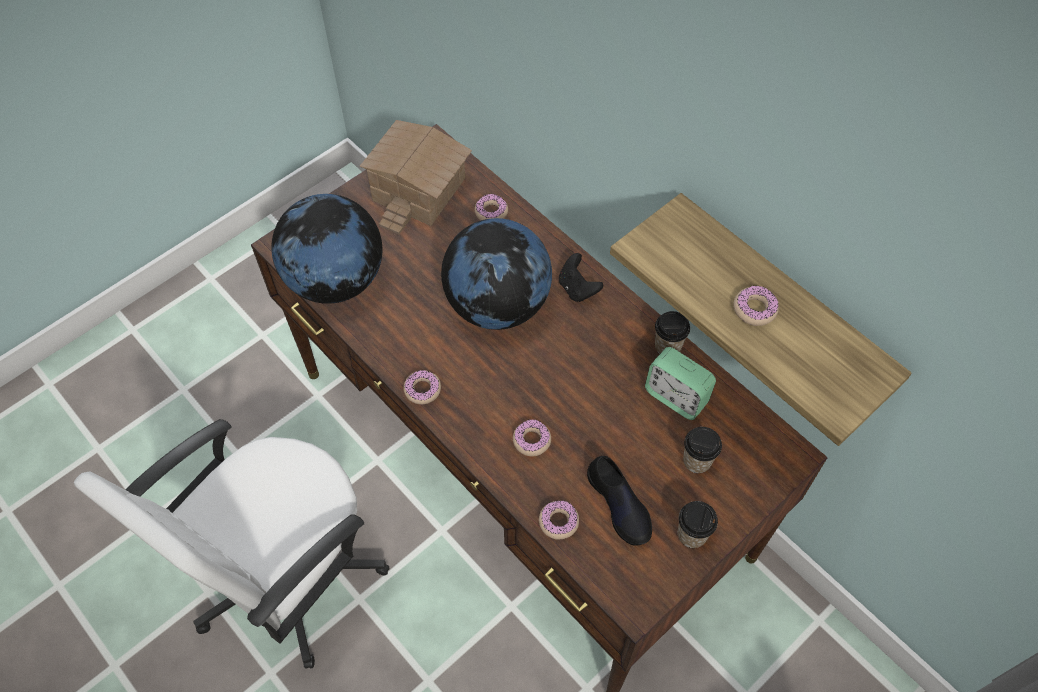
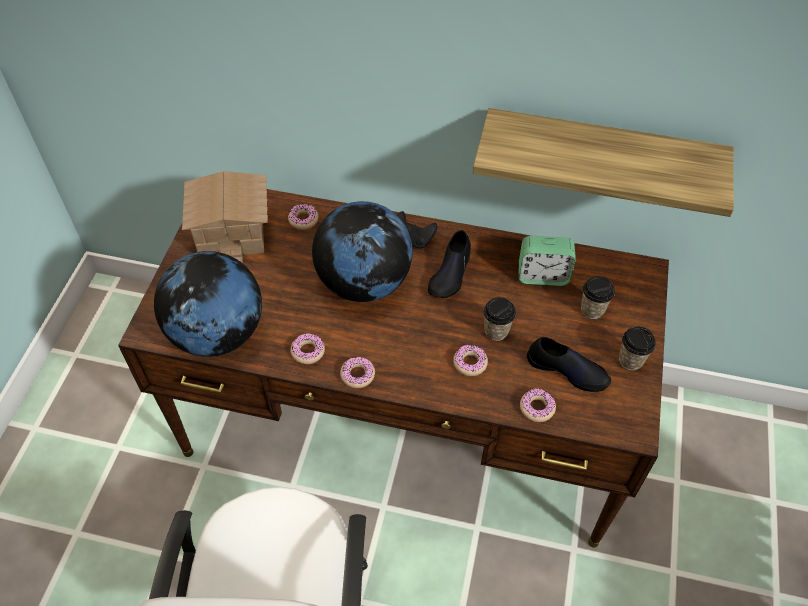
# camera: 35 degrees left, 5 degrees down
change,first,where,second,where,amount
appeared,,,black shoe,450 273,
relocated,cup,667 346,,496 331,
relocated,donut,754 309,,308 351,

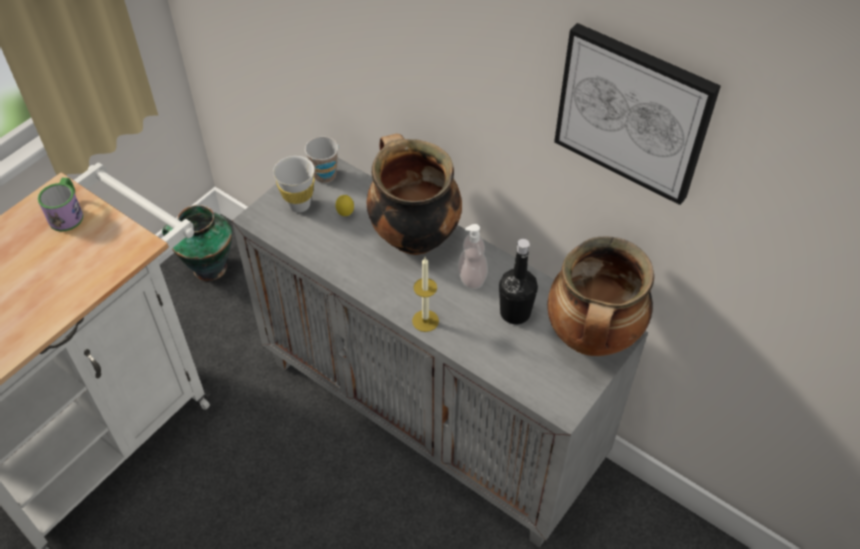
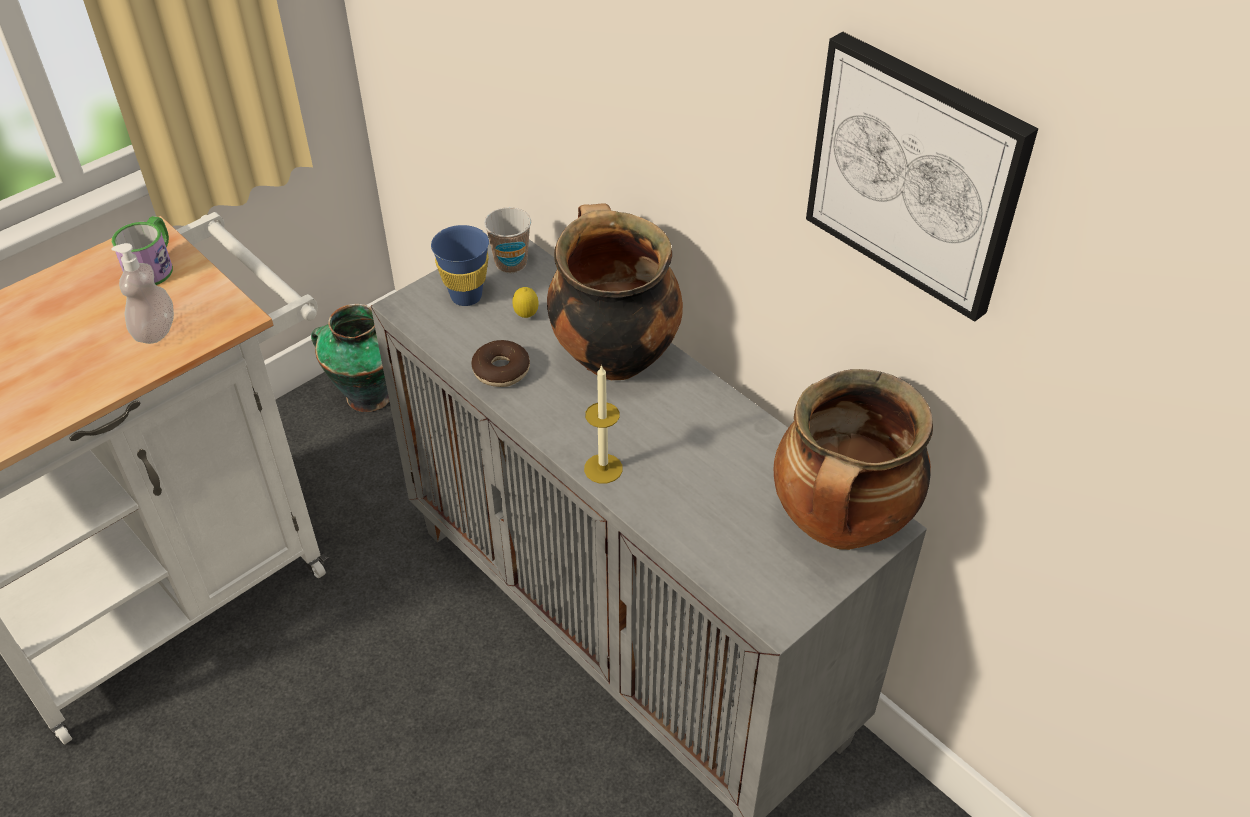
# camera: 10 degrees right, 5 degrees down
change,first,where,second,where,amount
missing,black bottle,515 313,,,
appeared,,,donut,501 370,
relocated,soap dispenser,472 278,,155 331,
colour,white cup,299 205,blue cup,466 296,

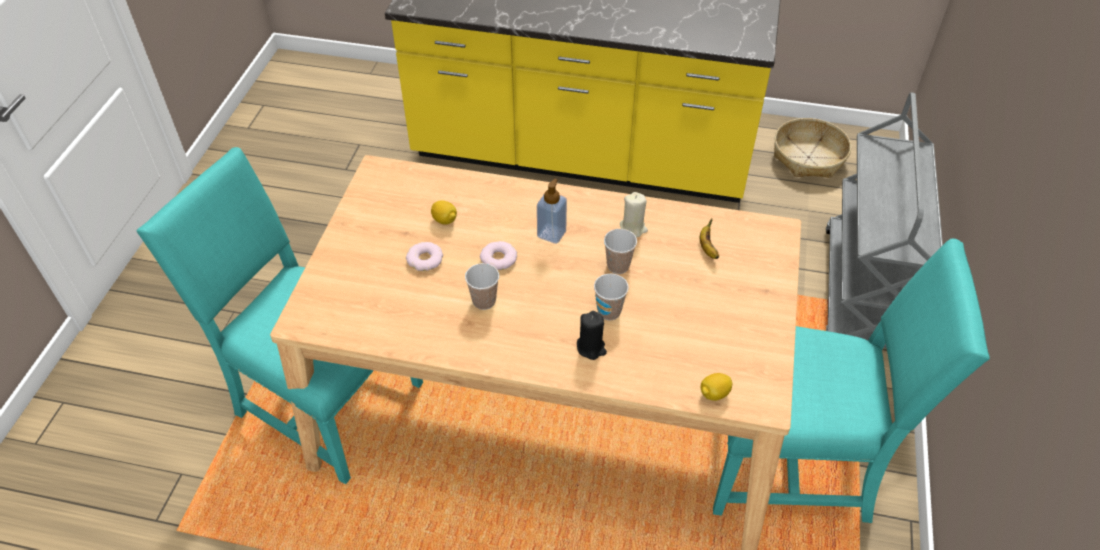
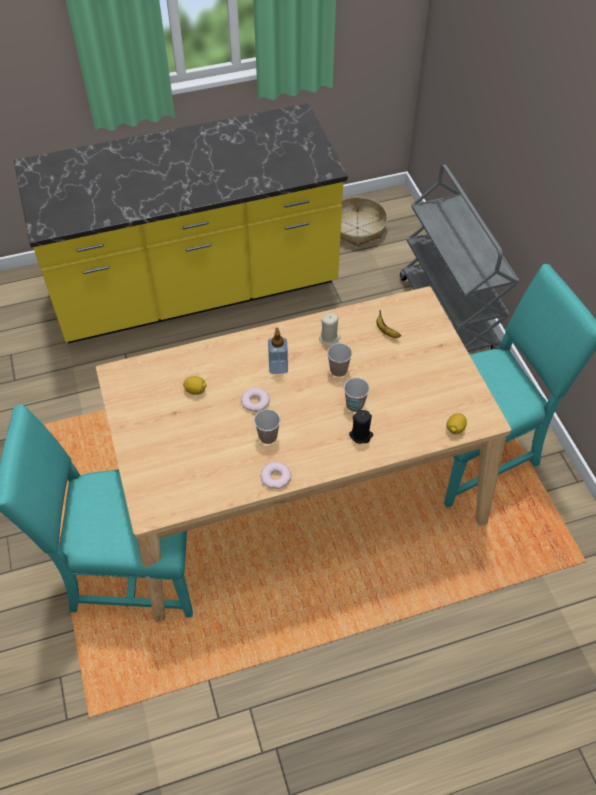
# camera: 30 degrees left, 5 degrees up
change,first,where,second,where,amount
relocated,donut,425 259,,276 477,

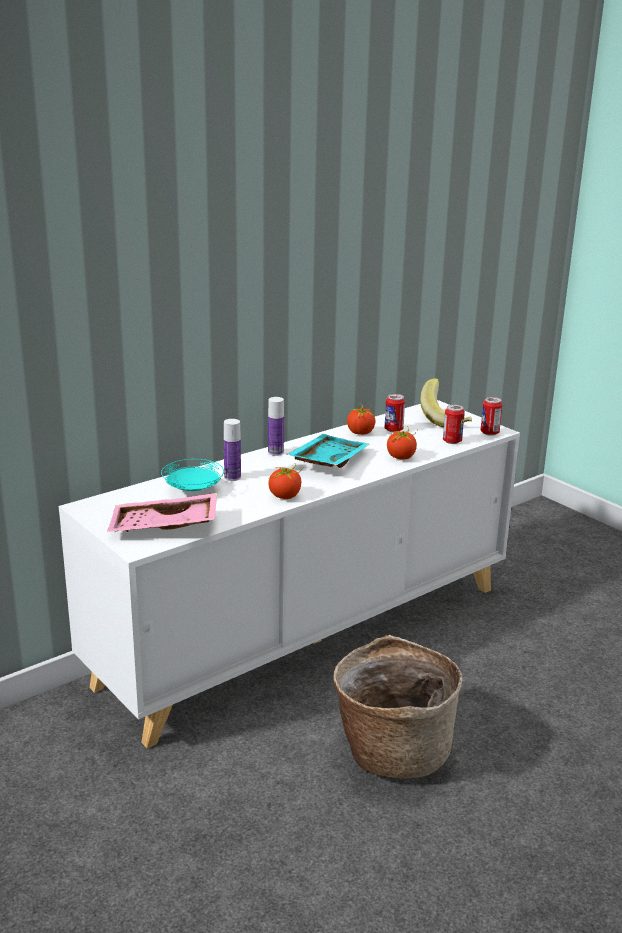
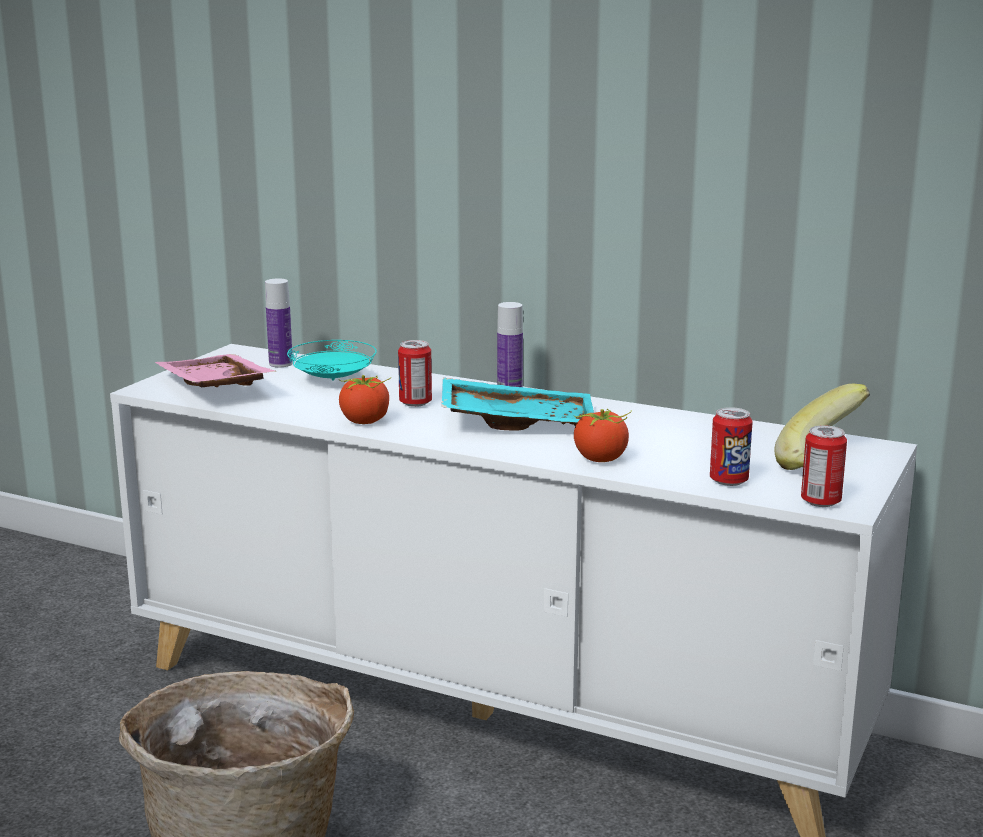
# camera: 65 degrees right, 5 degrees down
change,first,where,second,where,amount
missing,tomato,360 433,,,
relocated,bottle,232 477,,280 364,
relocated,can,393 430,,415 403,

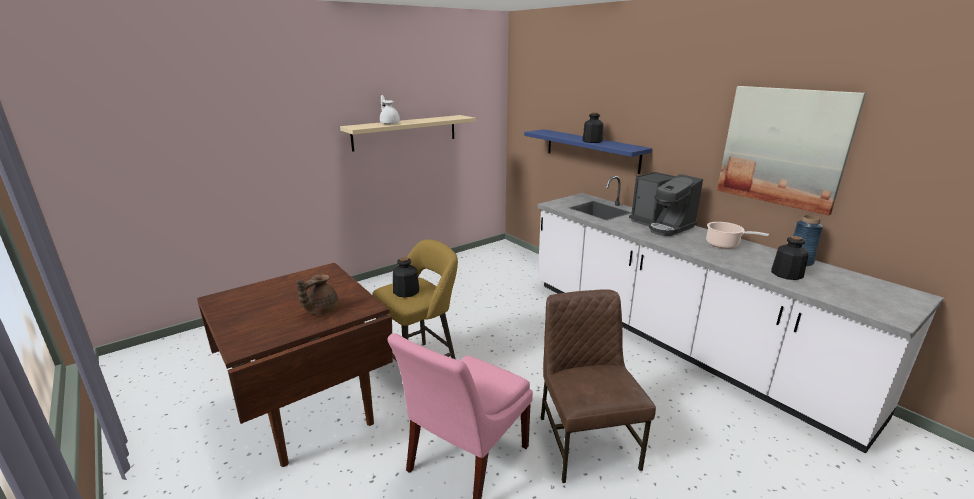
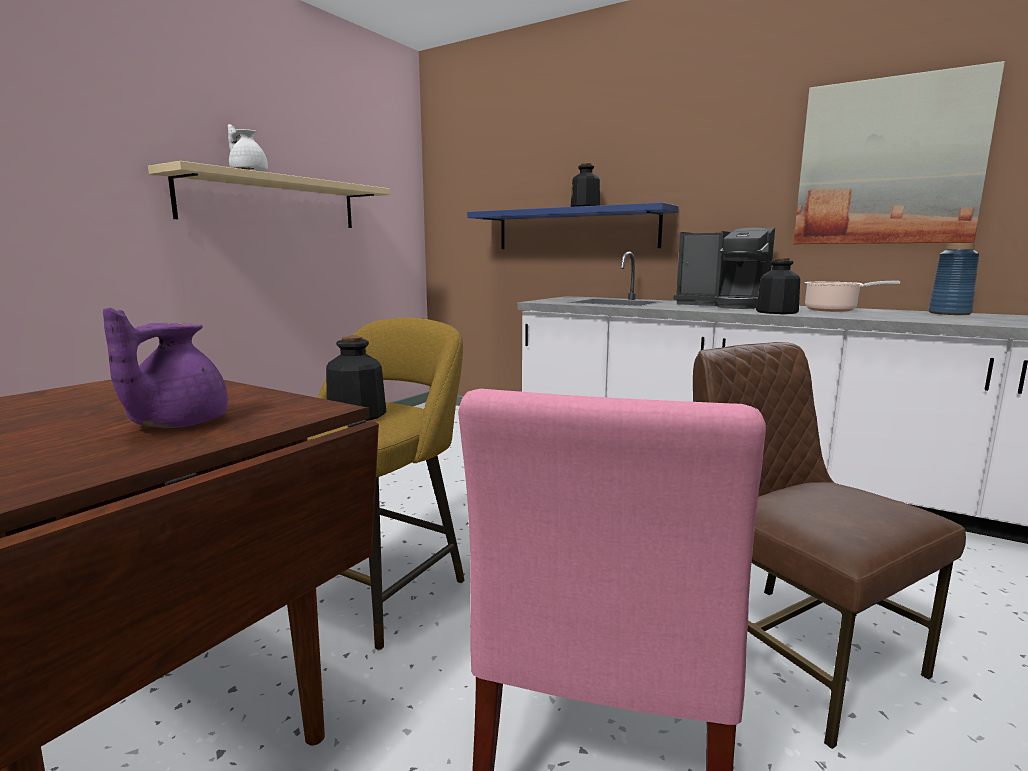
# camera: 20 degrees left, 10 degrees down
change,first,where,second,where,amount
relocated,bottle,786 274,,776 312,
colour,brown teapot,321 310,purple teapot,175 424,

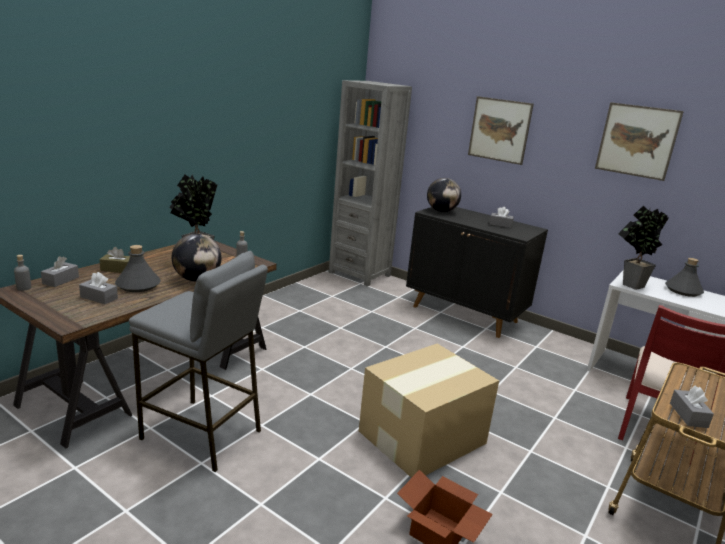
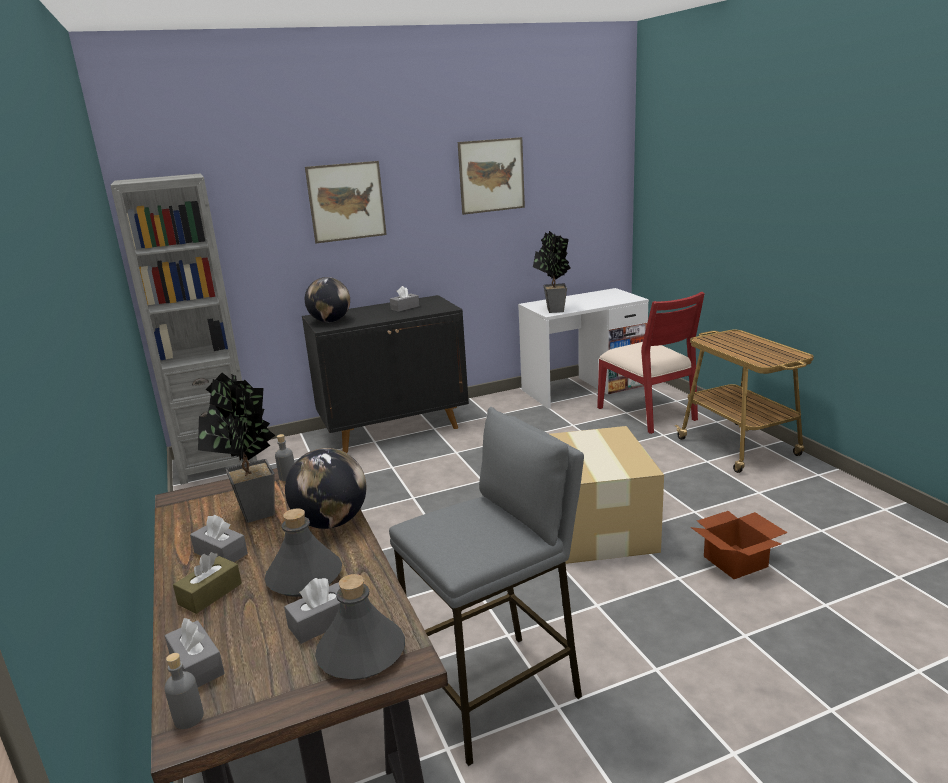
# camera: 55 degrees left, 0 degrees up
change,first,where,second,where,amount
relocated,grey bottle,683 291,,362 654,
relocated,grey tissue box,688 415,,221 553,

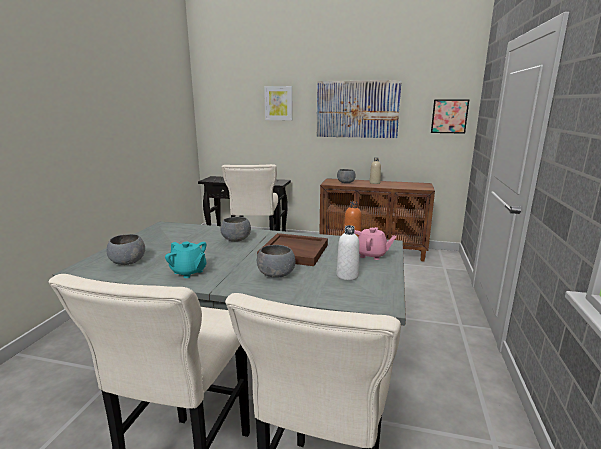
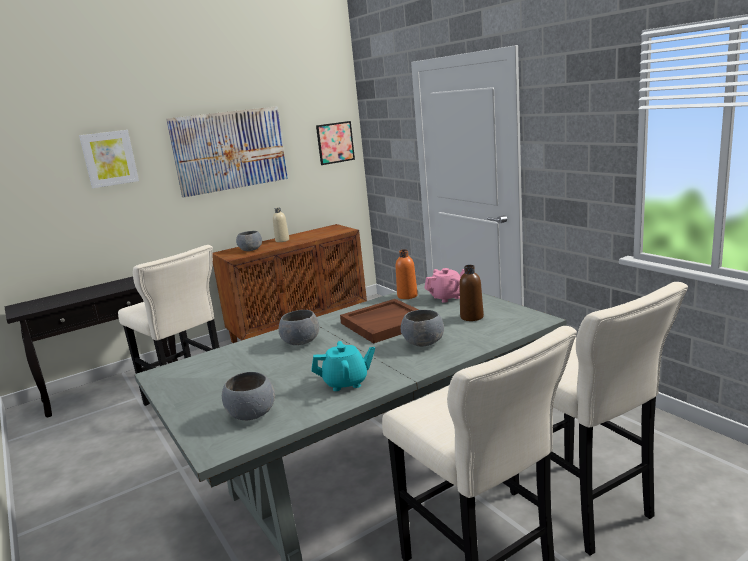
# camera: 45 degrees left, 0 degrees up
change,first,where,second,where,amount
colour,white bottle,347 275,brown bottle,471 317,

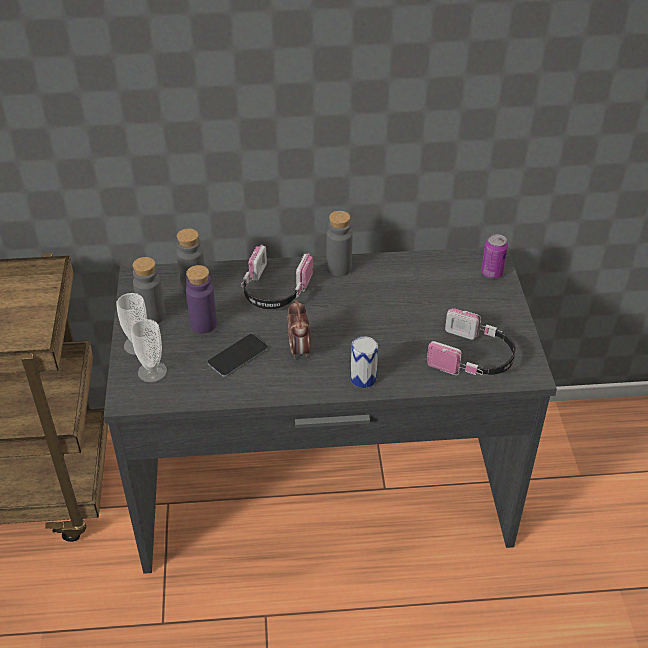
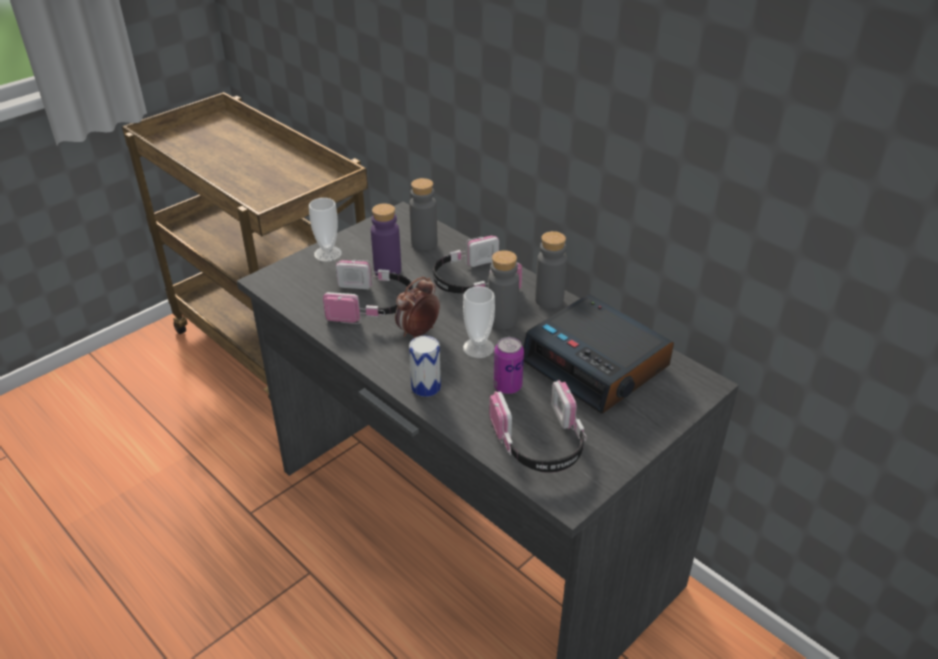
# camera: 50 degrees right, 5 degrees down
change,first,where,second,where,amount
appeared,,,alarm clock,597 364,
relocated,cup,152 371,,478 348,
relocated,grey bottle,152 316,,502 320,
relocated,can,492 273,,507 386,
exchanged,phone,238 355,headphones,372 305,

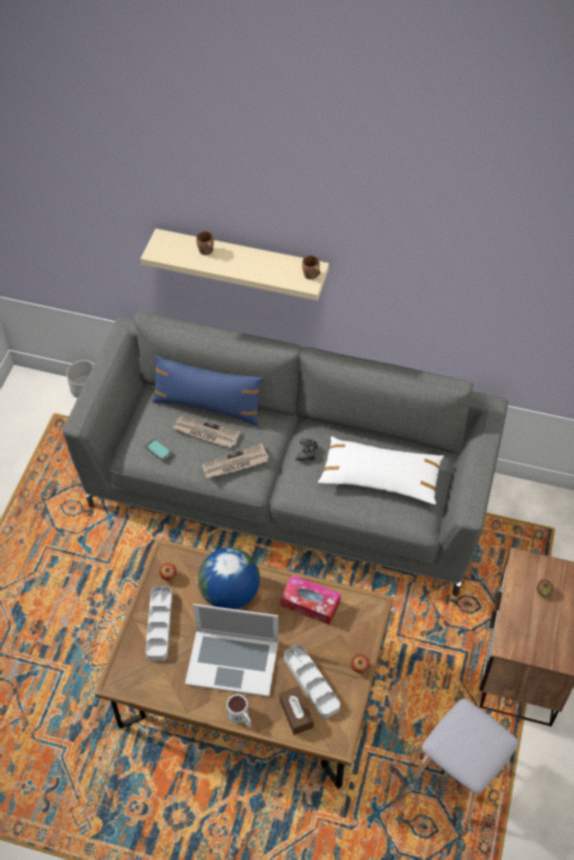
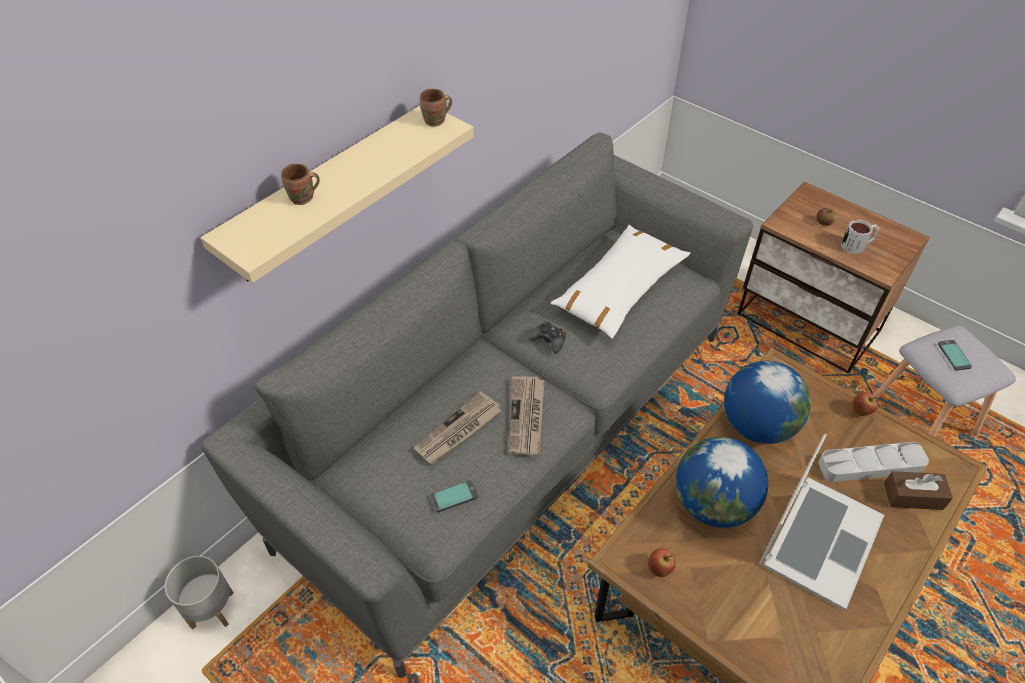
# camera: 65 degrees left, 5 degrees down
change,first,where,second,where,amount
missing,grey tray,159 625,,,
missing,blue pillow,208 406,,,
appeared,,,phone,953 355,
relocated,mug,241 717,,857 245,
exchanged,tissue box,310 604,globe,757 425,

